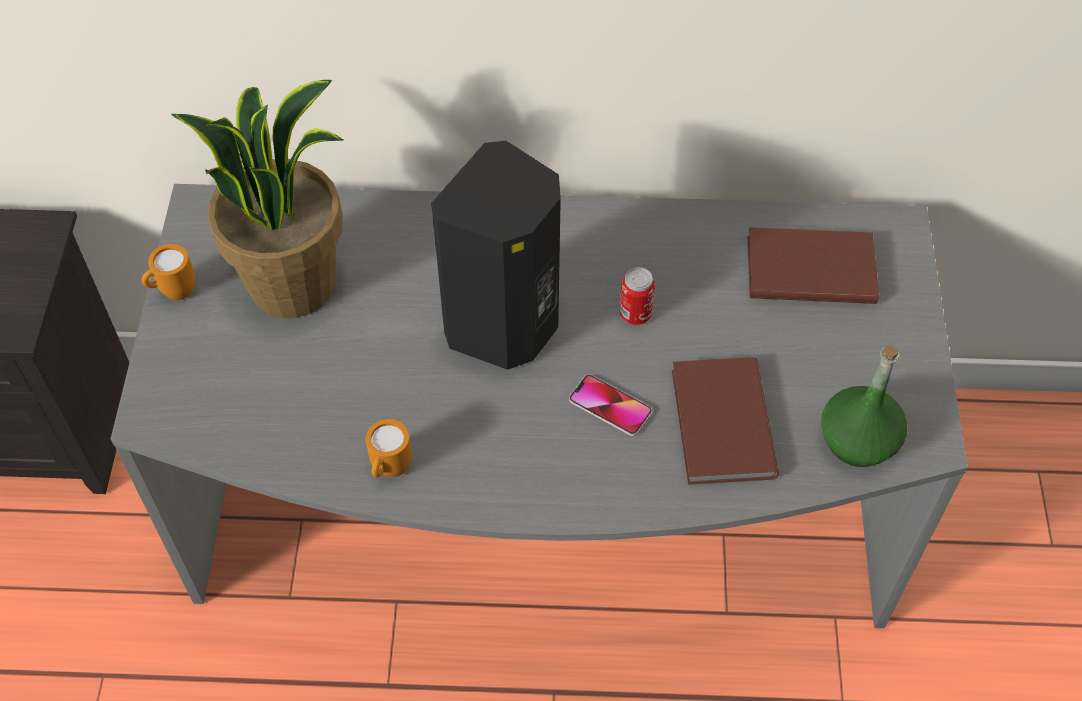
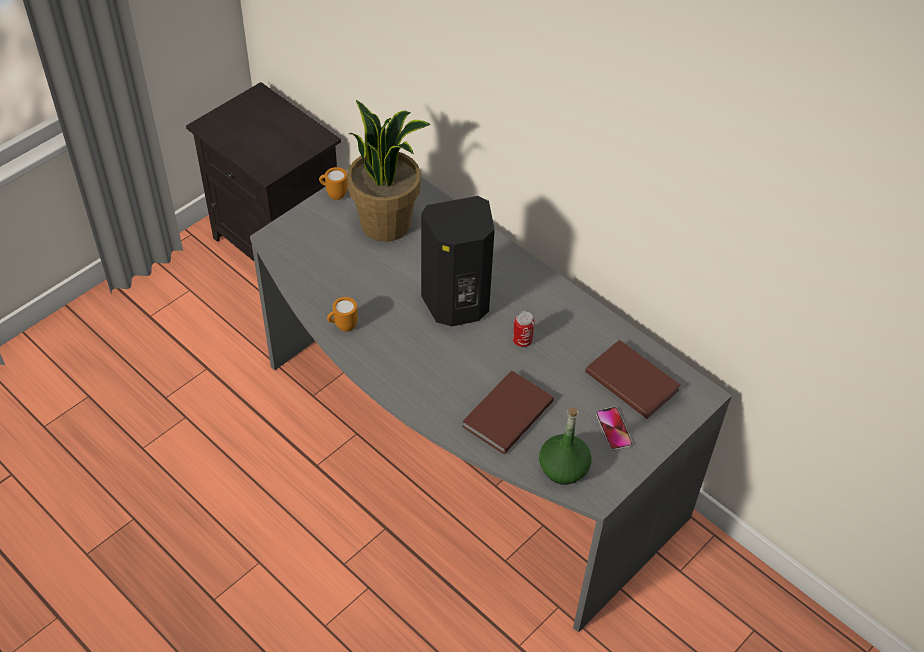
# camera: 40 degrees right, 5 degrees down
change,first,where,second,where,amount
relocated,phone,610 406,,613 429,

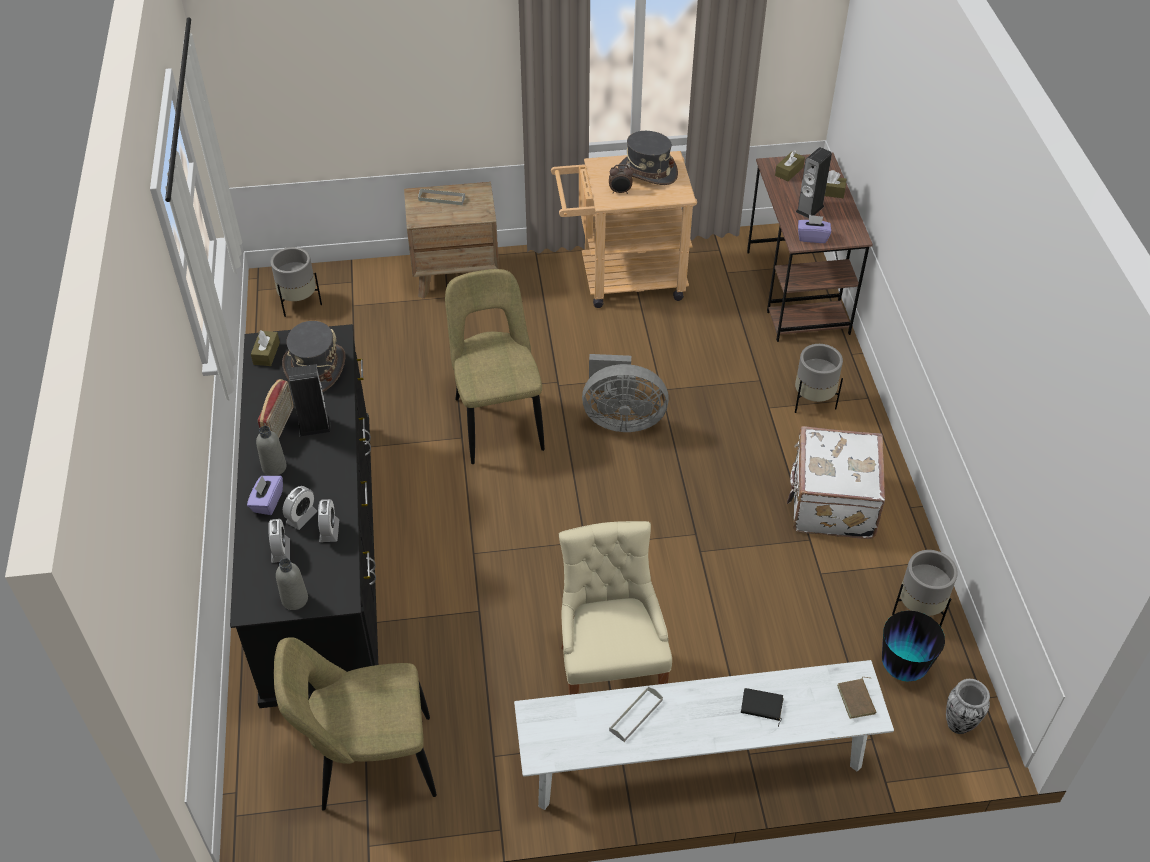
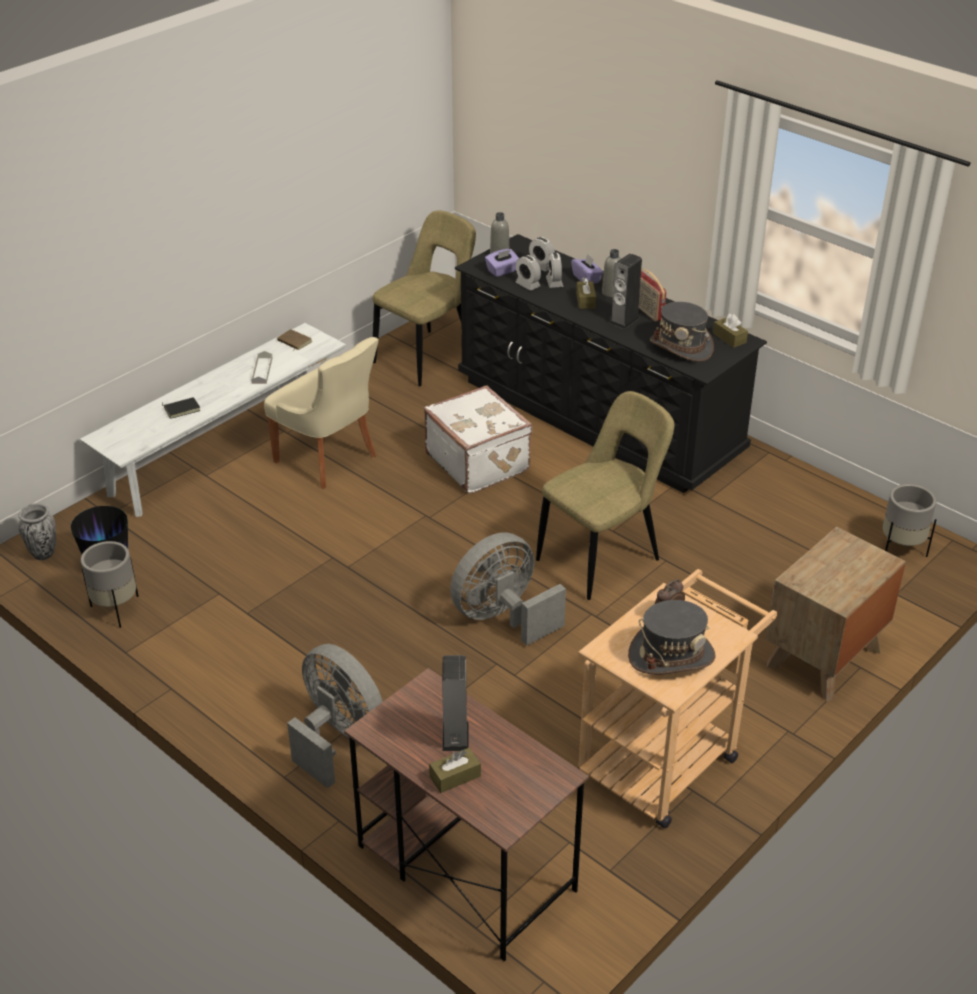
# camera: 140 degrees right, 10 degrees down
change,first,where,second,where,amount
missing,grey tray,442 198,,,
relocated,brown tissue box,789 171,,585 300,
relocated,white suitcase,830 503,,479 462,
relocated,purple tissue box,812 237,,502 271,
relocated,brown book,857 700,,293 342,
exchanged,grey planter,813 402,grey fan,338 738,
spun,beige chair,497 420,,602 558,75 degrees counterclockwise

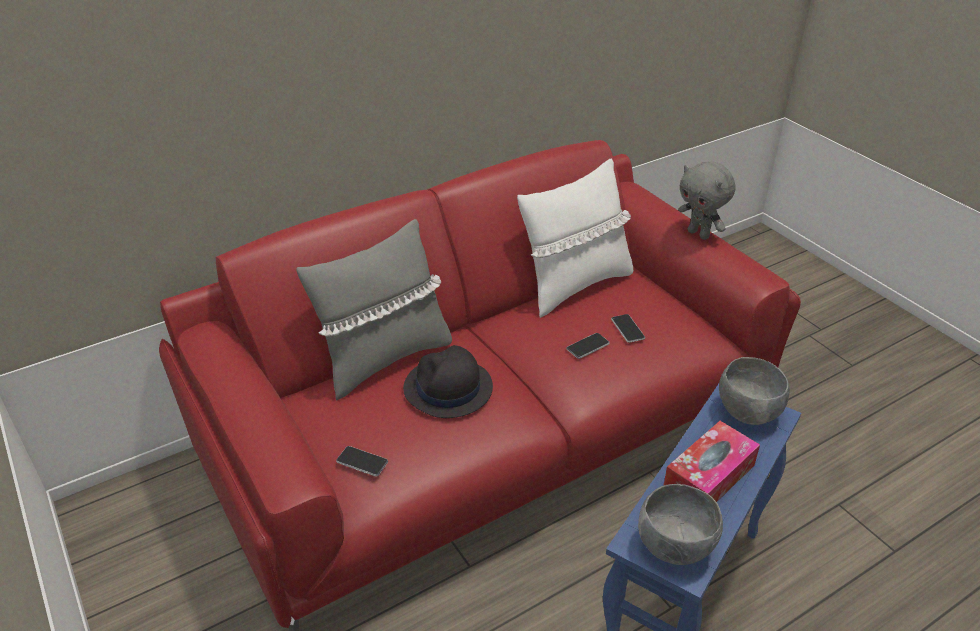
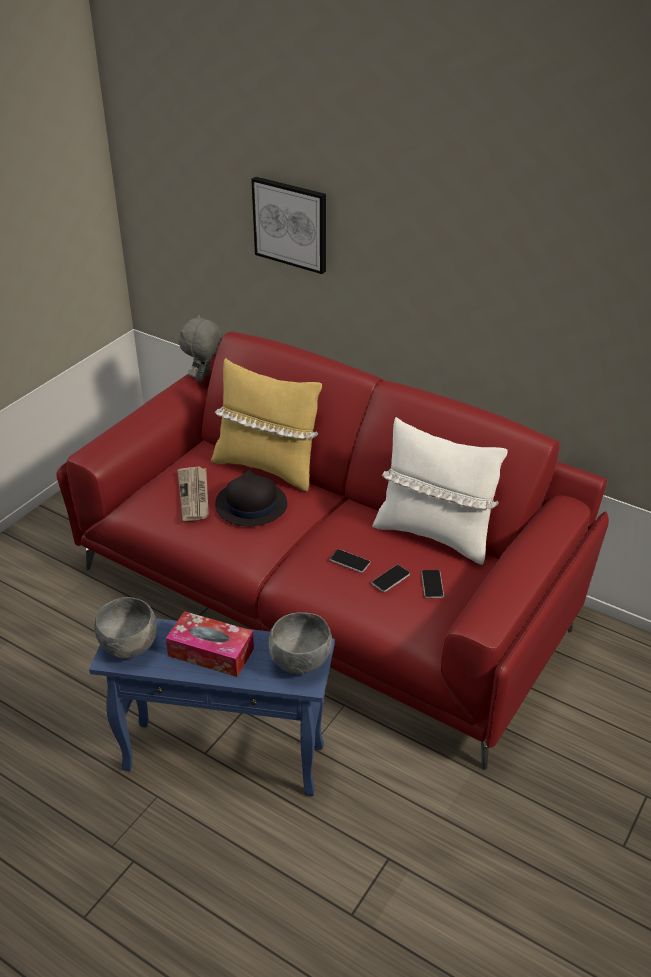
# camera: 65 degrees right, 0 degrees up
change,first,where,second,where,amount
appeared,,,newspaper,194 495,
appeared,,,picture,291 224,
relocated,phone,362 462,,432 584,
relocated,grey plush toy,699 234,,203 378,
colour,grey pillow,384 359,yellow pillow,267 467,

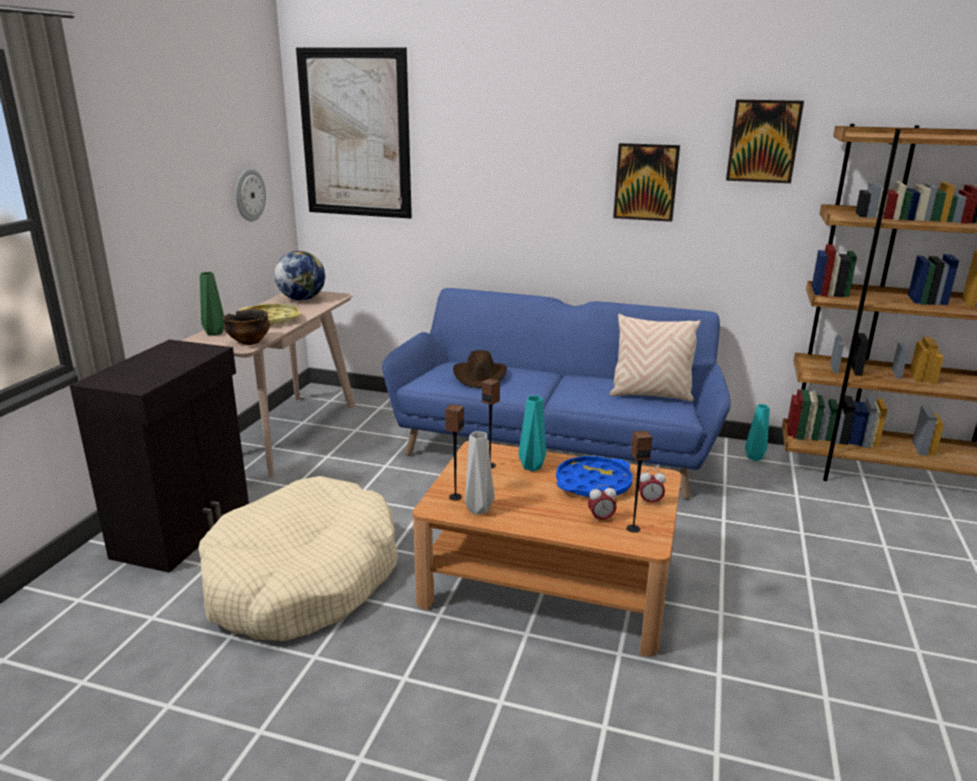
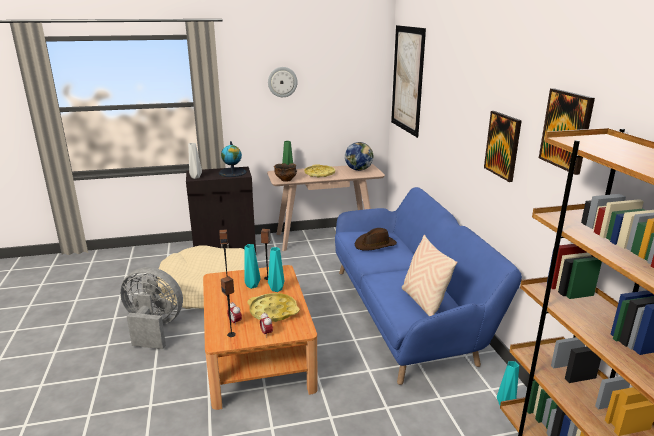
# camera: 60 degrees right, 0 degrees up
change,first,where,second,where,amount
appeared,,,grey fan,154 328,
appeared,,,globe,232 172,
appeared,,,turquoise vase,252 285,
relocated,wall clock,249 195,,282 82,
relocated,grey vase,479 509,,196 177,
colour,blue tray,593 484,yellow tray,273 311,

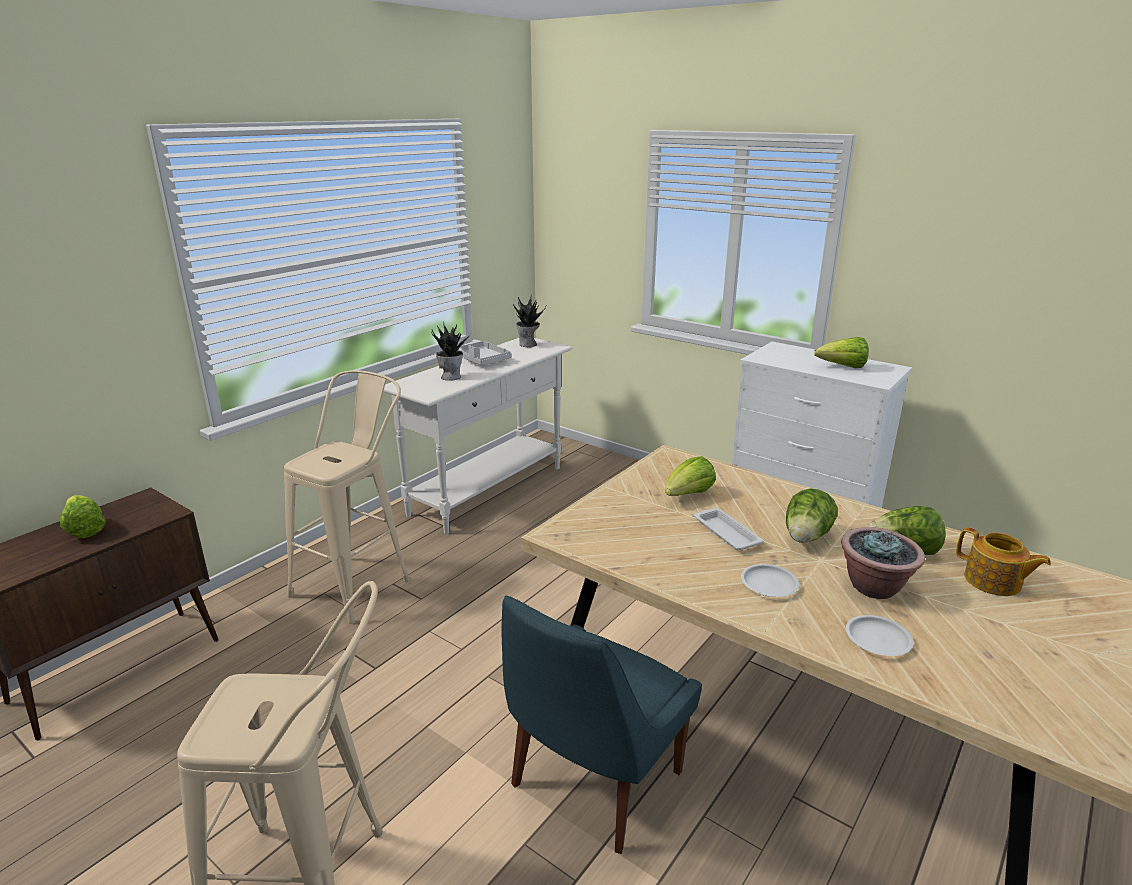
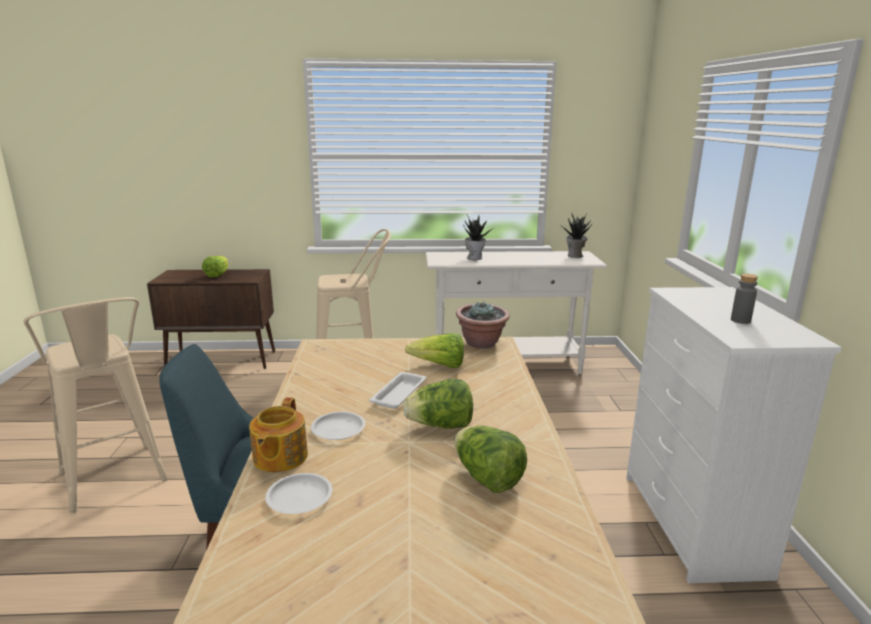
# camera: 50 degrees right, 5 degrees down
change,first,where,second,where,amount
missing,grey tray,482 360,,,
relocated,potted plant,874 587,,481 343,
relocated,teapot,993 582,,279 458,
exchanged,lettuce,842 367,grey bottle,740 320,

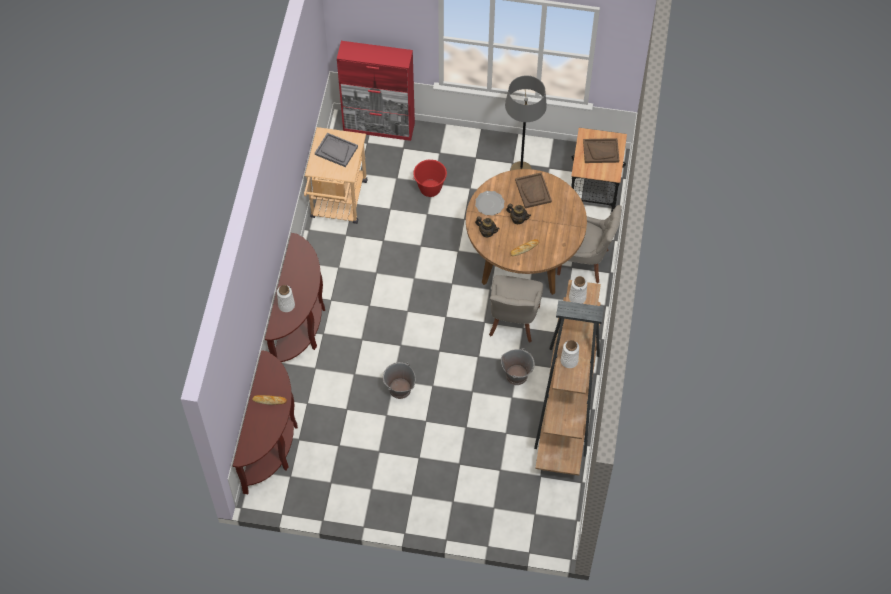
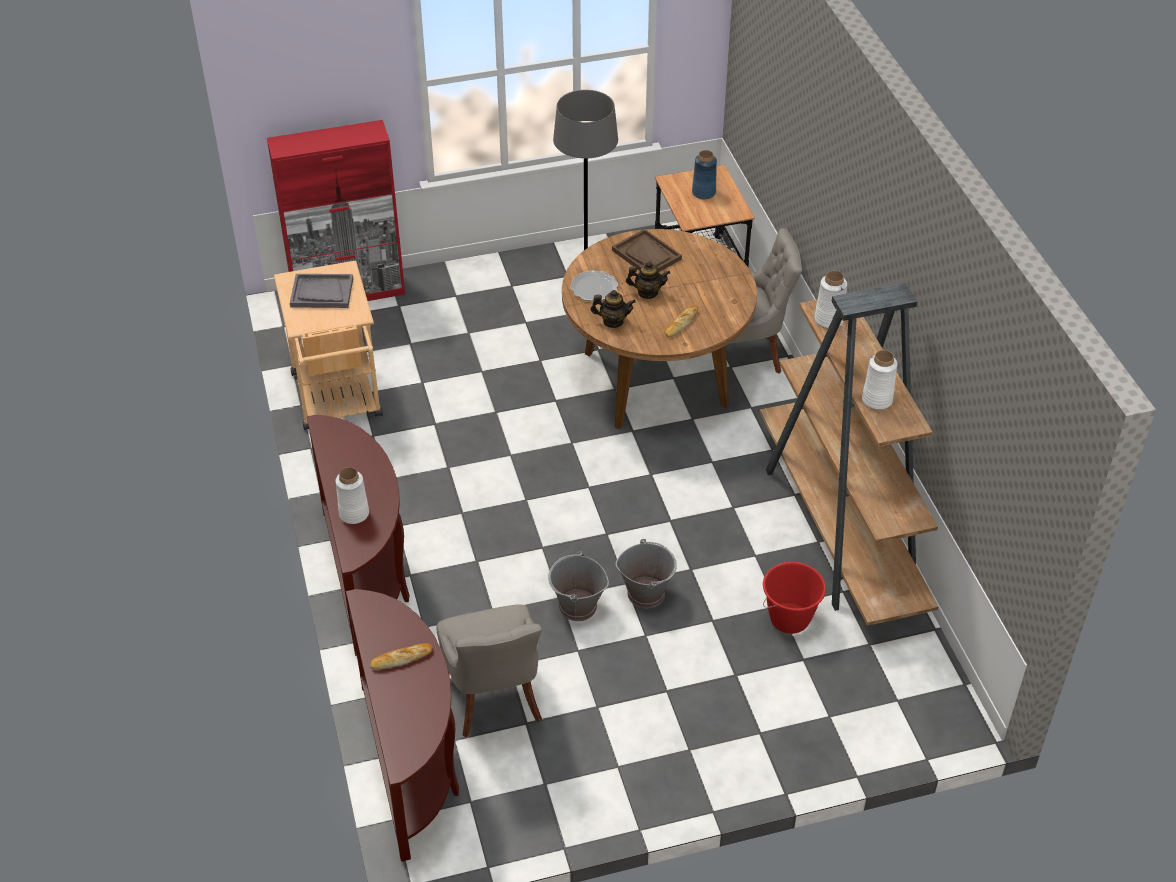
# camera: 25 degrees left, 15 degrees down
change,first,where,second,where,amount
relocated,red bucket,430 188,,790 619,
relocated,grey chair,513 322,,494 699,
relocated,grey bucket,517 375,,646 593,
exchanged,brown tray,601 151,blue vase,704 192,

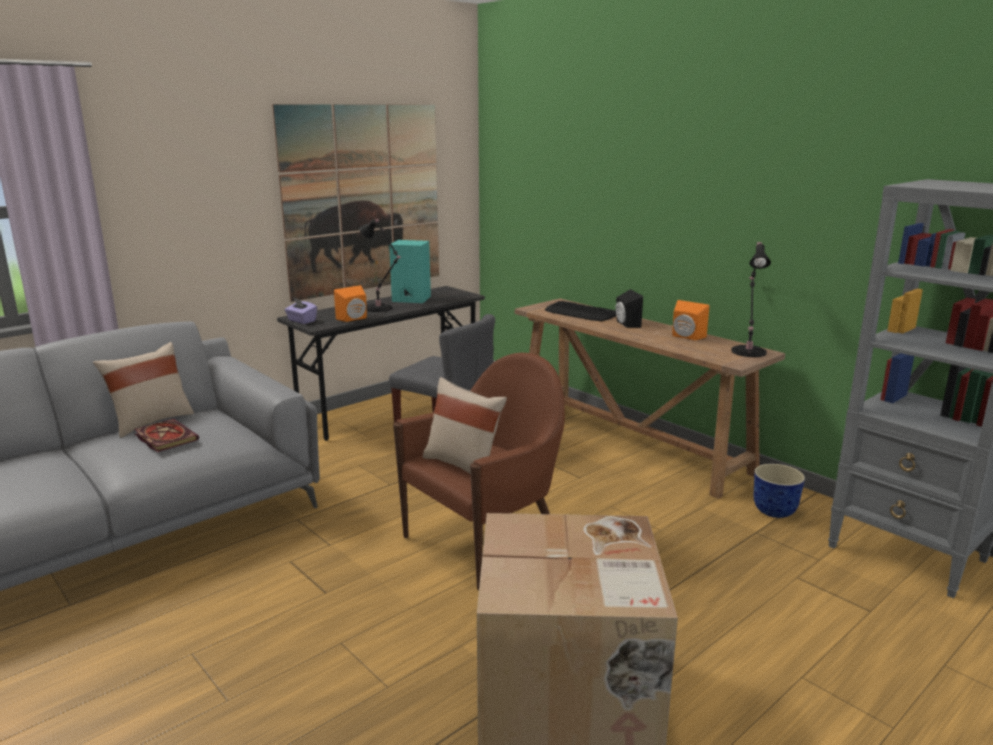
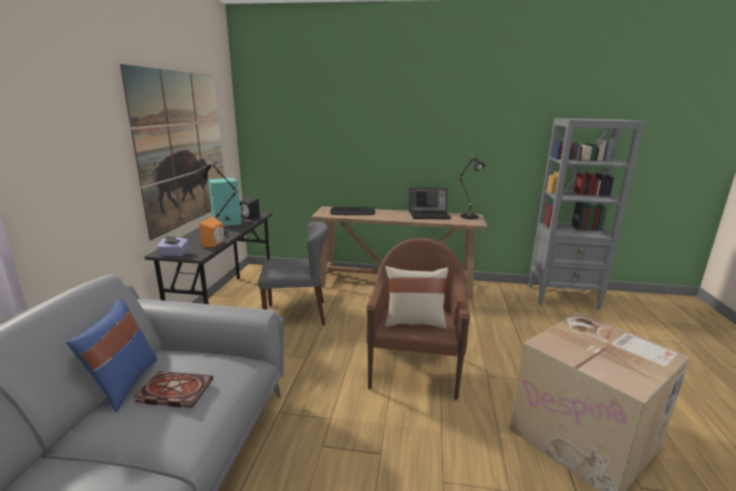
# camera: 40 degrees left, 0 degrees up
change,first,where,second,where,amount
missing,planter,774 512,,,
relocated,black speaker,626 324,,248 218,
exchanged,orange speaker,686 337,laptop,429 215,
colour,beige pillow,151 422,blue pillow,123 384,

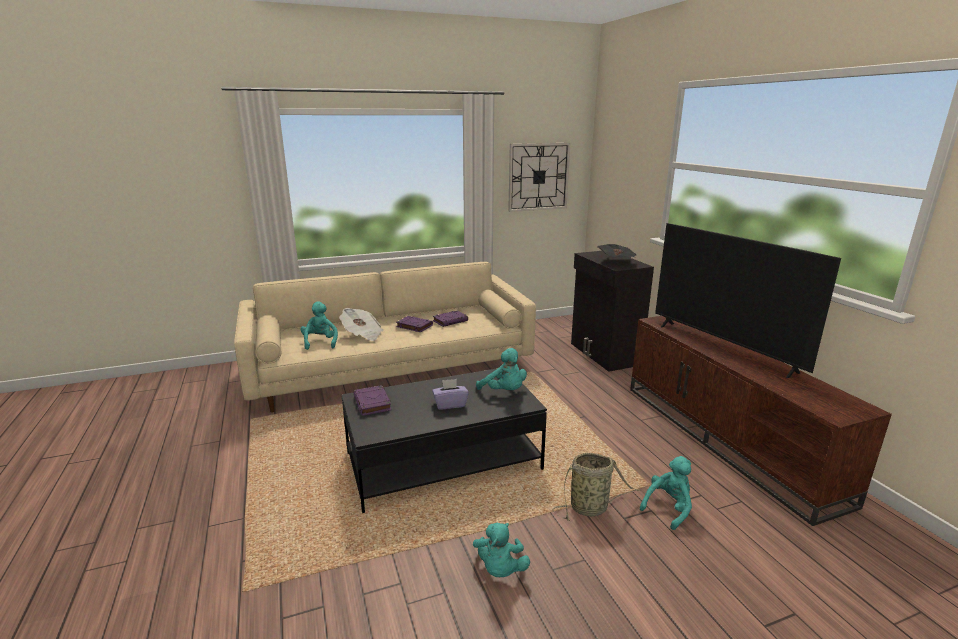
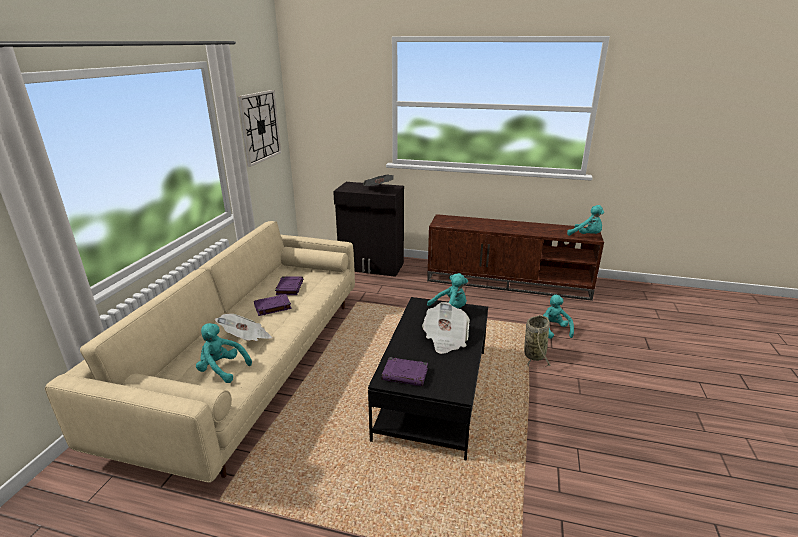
# camera: 55 degrees left, 5 degrees up
change,first,where,second,where,amount
missing,television,723 347,,,
relocated,turquoise plush toy,500 569,,586 236,
exchanged,purple tissue box,450 404,newspaper,445 339,

